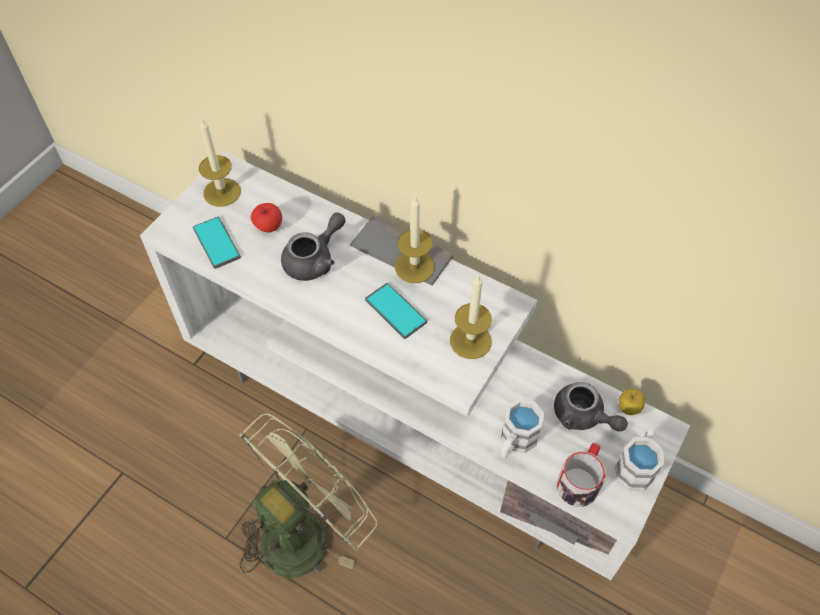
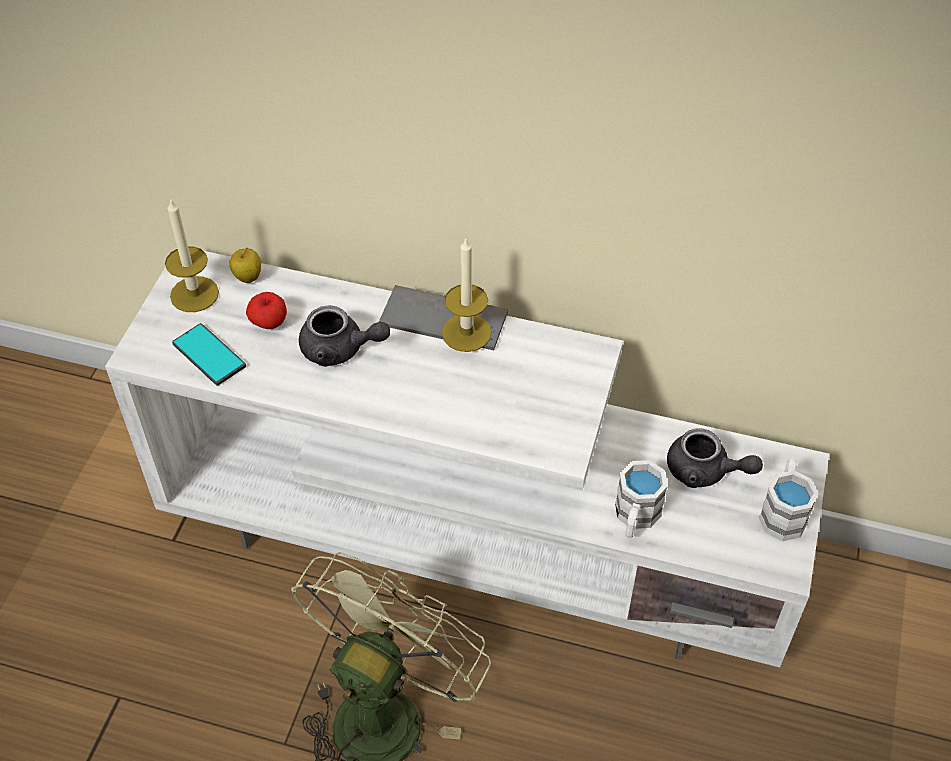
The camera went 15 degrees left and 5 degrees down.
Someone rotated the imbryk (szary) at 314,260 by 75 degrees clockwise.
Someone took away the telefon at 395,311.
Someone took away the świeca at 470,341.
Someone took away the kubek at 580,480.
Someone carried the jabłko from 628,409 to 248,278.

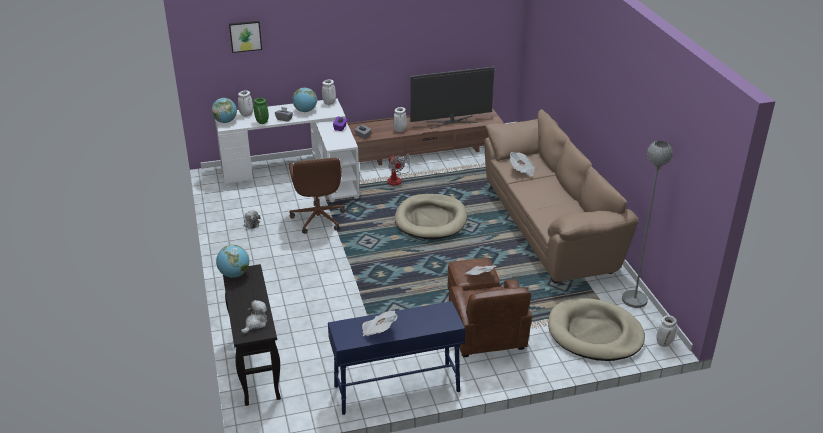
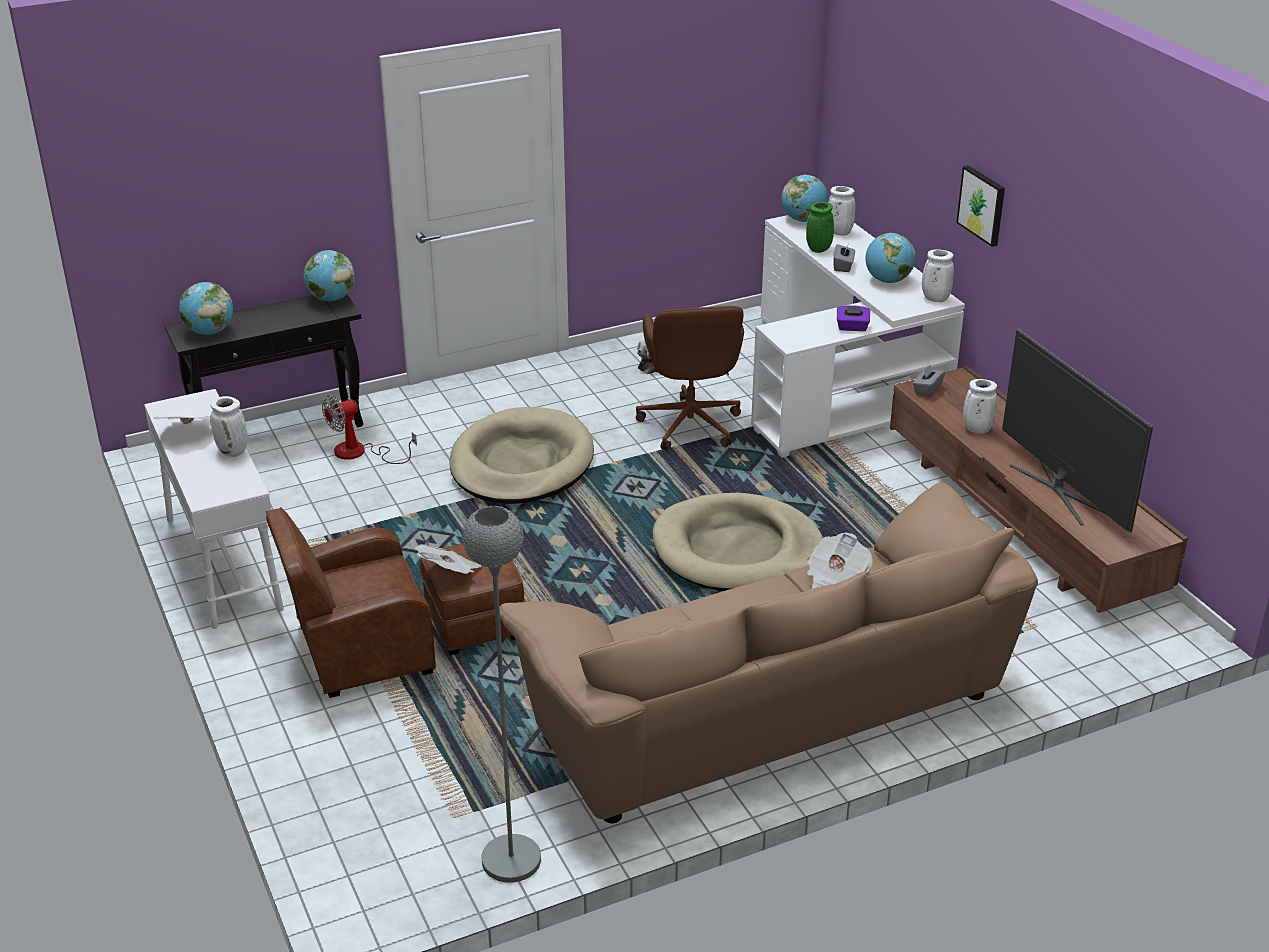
The camera went 80 degrees right and 0 degrees up.
Someone carried the obraz from 245,36 to 982,205.
Someone swapped the pluszak at 255,323 for the globus at 209,332.
Someone rotated the krzesło biurowe (brązowy) at 318,219 by 75 degrees counterclockwise.
Someone repainted the stolik konsolowy (niebieski) at 396,388, which became the stolik konsolowy (biały) at 225,563.
Someone carried the wentylator from 397,179 to 360,453.
Someone carried the legowisko (beżowy) from 594,333 to 521,463.
Someone carried the wazon (biały) from 664,343 to 233,452.

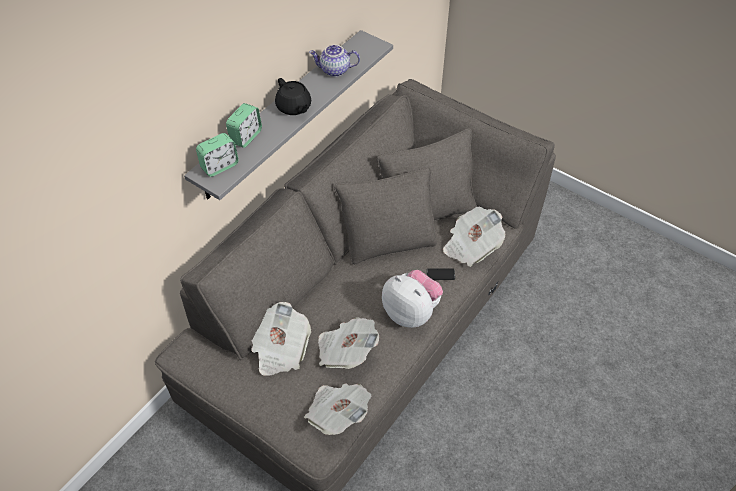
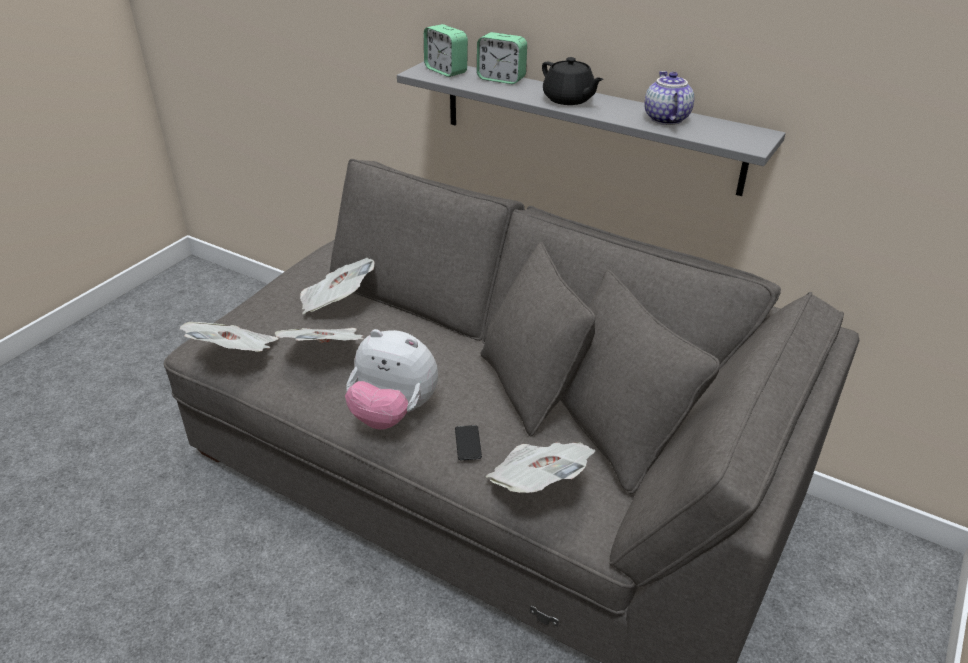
The camera went 85 degrees right and 15 degrees down.
Someone rotated the imbryk (czarny) at 294,107 by 90 degrees counterclockwise.
Someone rotated the pluszak at 411,312 by 75 degrees clockwise.

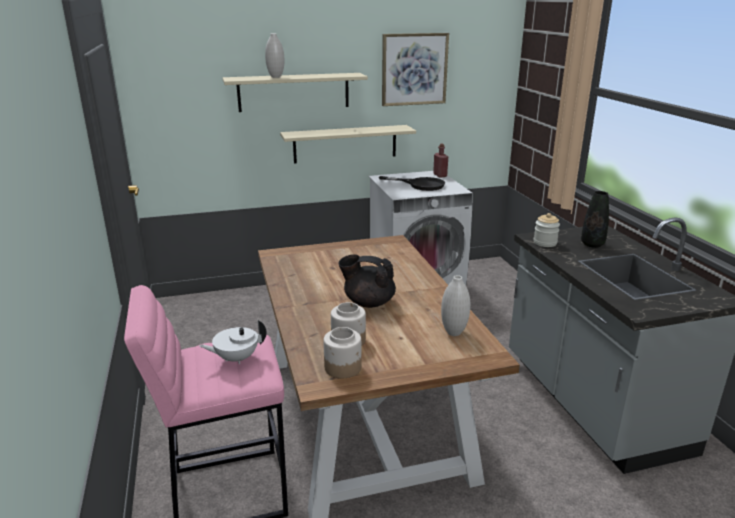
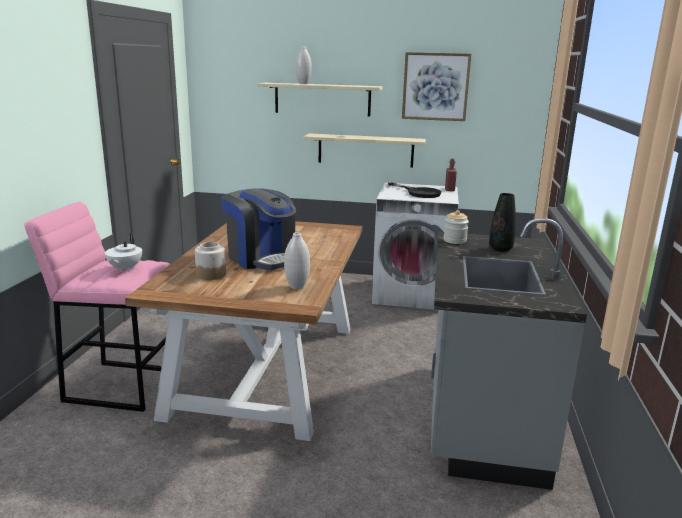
The camera went 25 degrees right and 5 degrees down.
Someone rotated the imbryk (biały) at 236,358 by 90 degrees counterclockwise.
Someone took away the słoik at 343,367.
Someone swapped the imbryk (czarny) at 368,302 for the ekspres do kawy at 262,258.

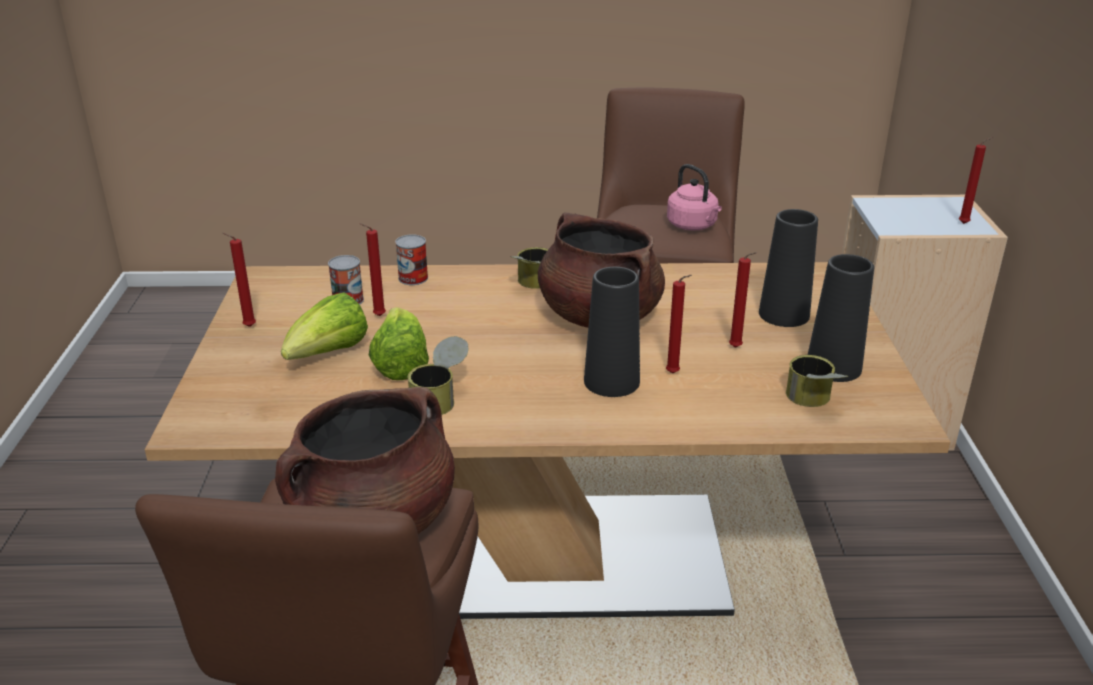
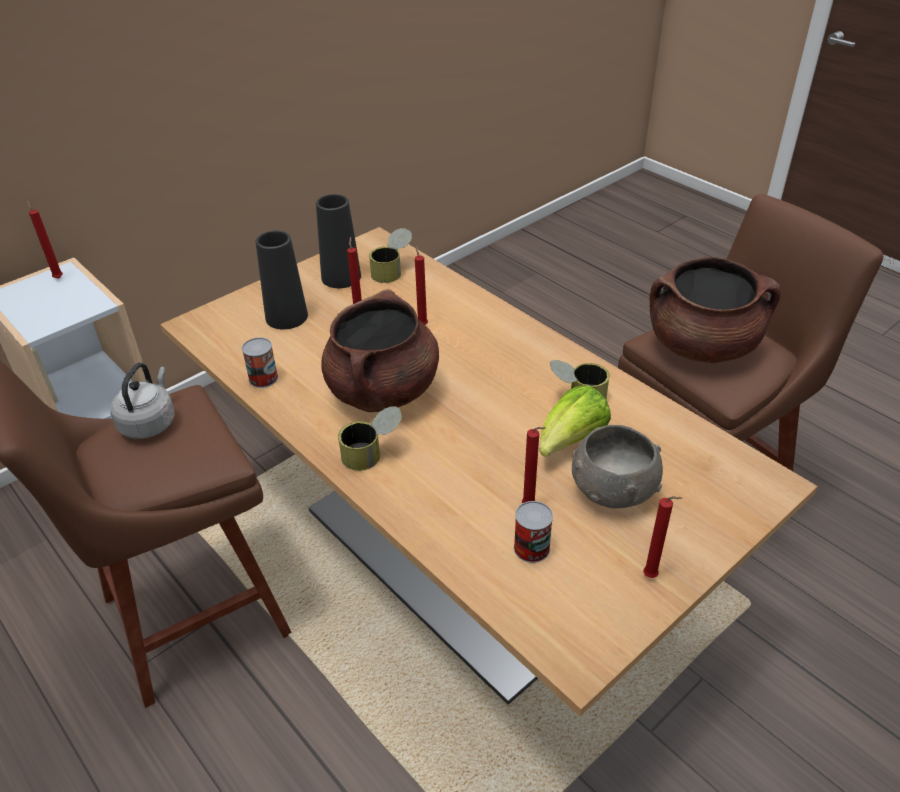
The camera went 130 degrees left and 10 degrees up.
Someone swapped the sałata at 329,354 for the miska (szary) at 612,489.
Someone carried the puszka from 413,278 to 263,378.
Someone took away the wazon (czarny) at 611,381.
Someone repainted the czajnik (różowy) at 693,226, which became the czajnik (szary) at 149,422.

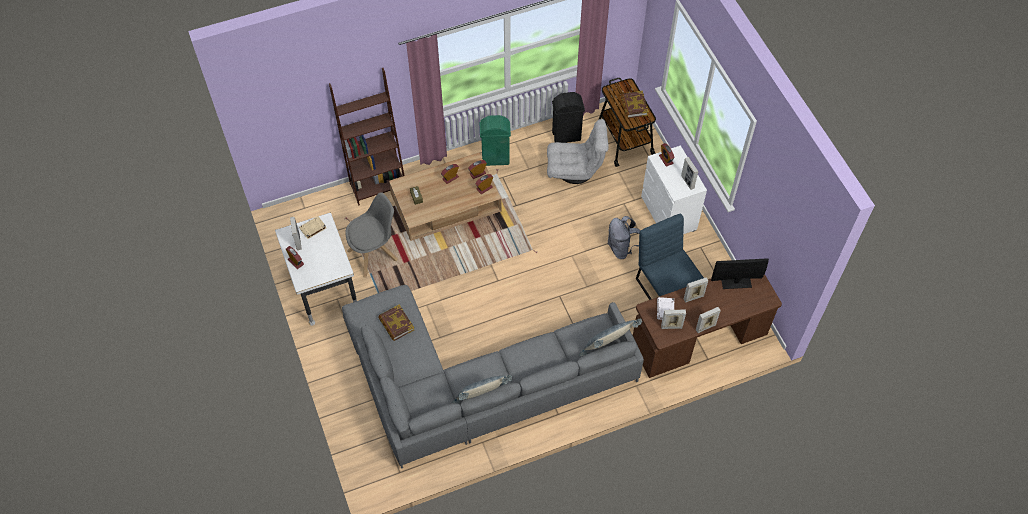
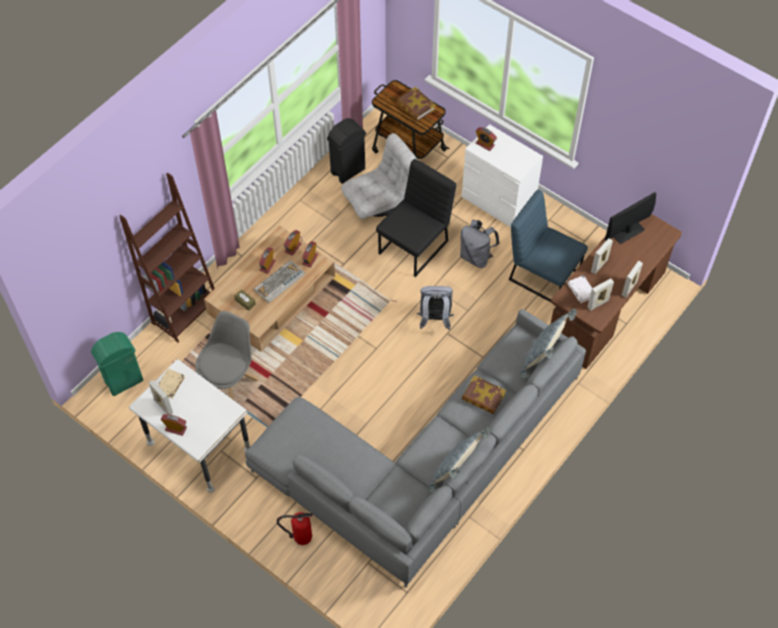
The camera went 30 degrees left and 0 degrees up.
Someone carried the książka from 396,324 to 483,397.
Someone carried the kosz na śmieci (zielony) from 495,159 to 123,381.
Someone took away the ramka na zdjęcie at 687,182.
Someone put down the klawiatura at 279,282.
Someone put down the gaśnica at 300,536.
Someone put down the krzesło (czarny) at 415,246.
Someone put down the plecak (szary) at 434,320.

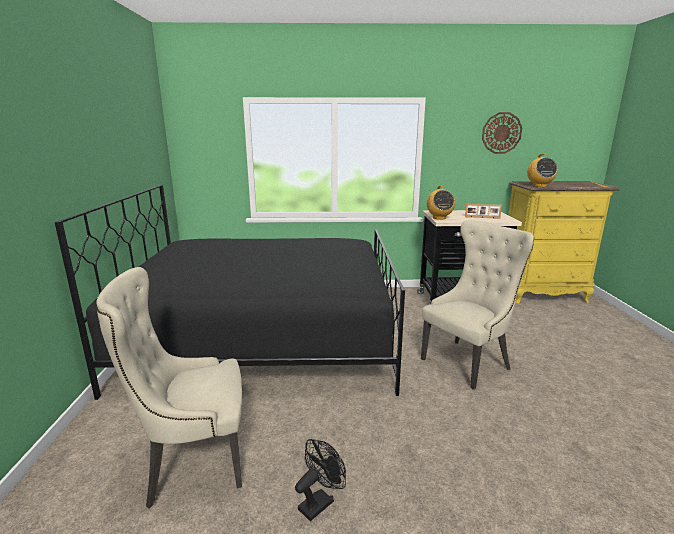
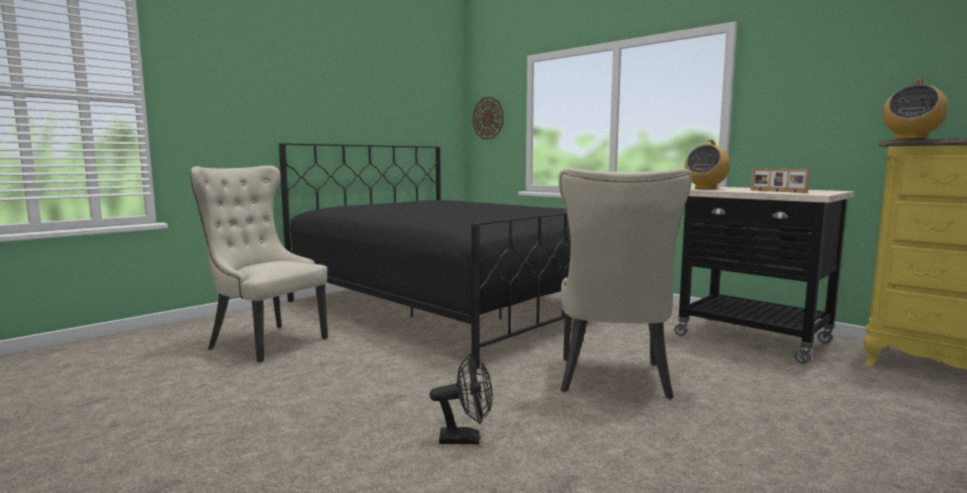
The camera went 45 degrees right and 10 degrees down.
Someone carried the wentylator (czarny) from 320,502 to 466,438.
Someone rotated the krzesło (beżowy) at 466,363 by 90 degrees clockwise.
Someone carried the zegar ścienny from 501,133 to 488,118.

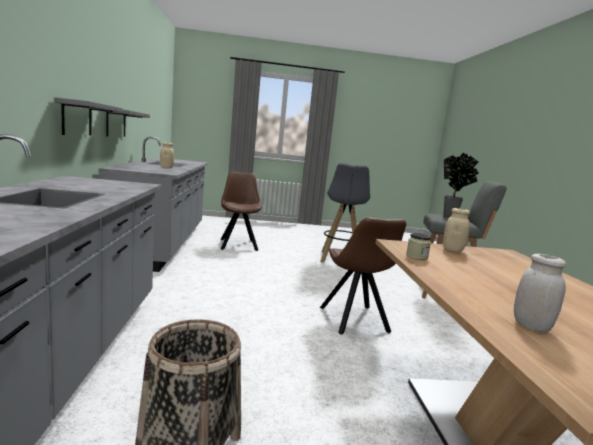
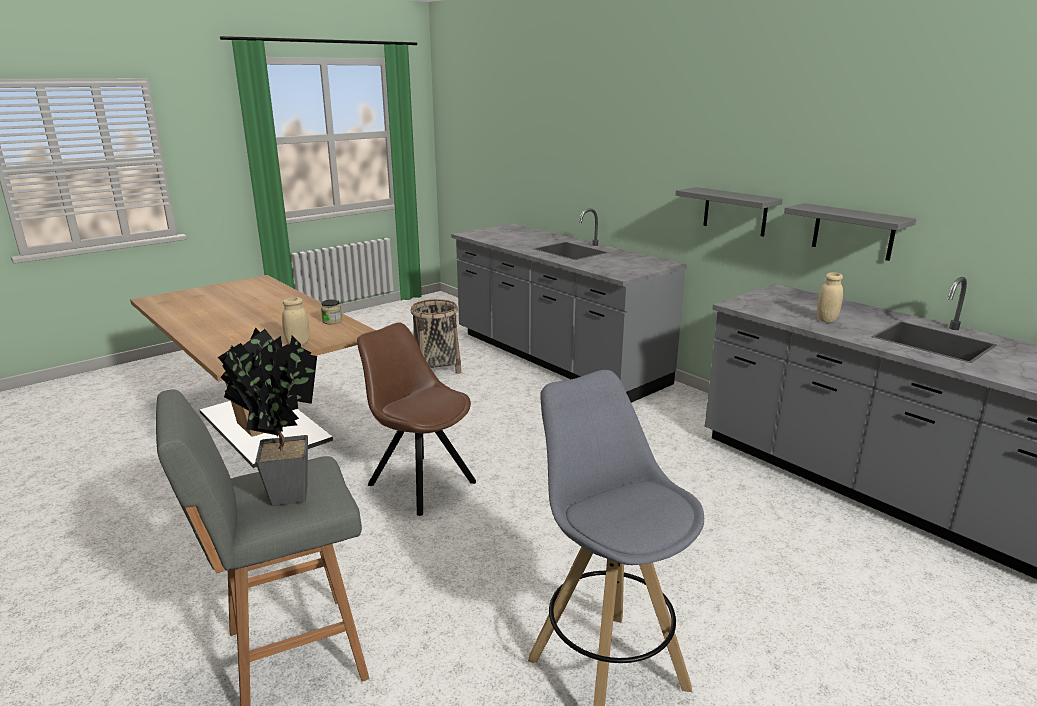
The camera went 145 degrees right and 10 degrees up.
Someone took away the krzesło (brązowy) at 238,244.
Someone took away the słoik (biały) at 531,326.

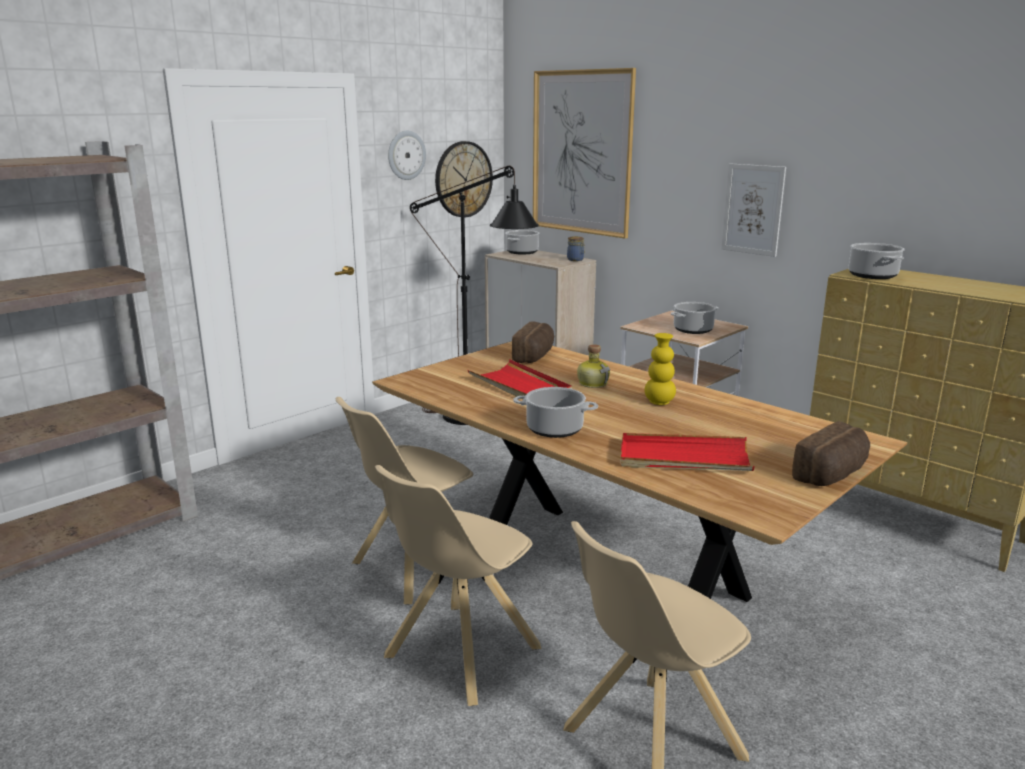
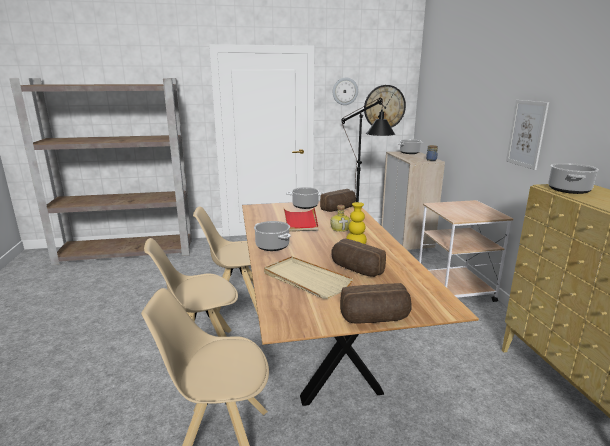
The camera went 35 degrees right and 0 degrees up.
Someone took away the obraz at 581,153.
Someone repainted the taca (czerwony) at 684,458, which became the taca (beżowy) at 305,280.
Someone carried the garnek from 693,330 to 305,206.
Someone put down the chleb at 355,269.

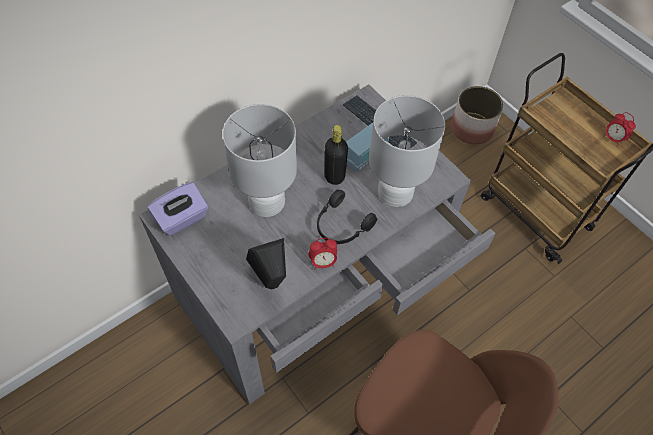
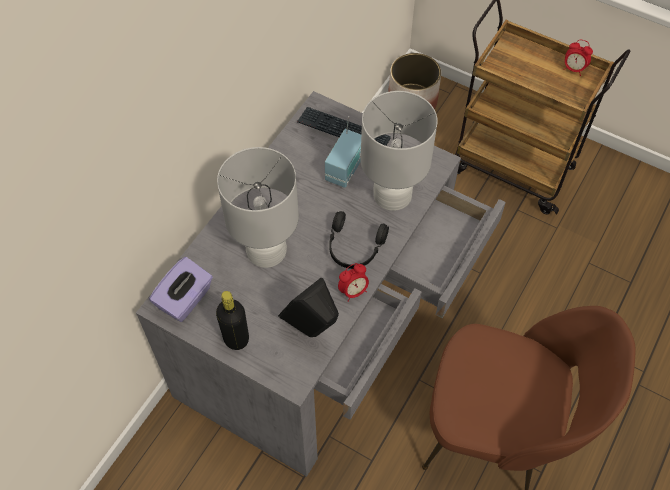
The camera went 20 degrees left and 0 degrees up.
Someone carried the butelka (czarny) from 334,176 to 236,338.

